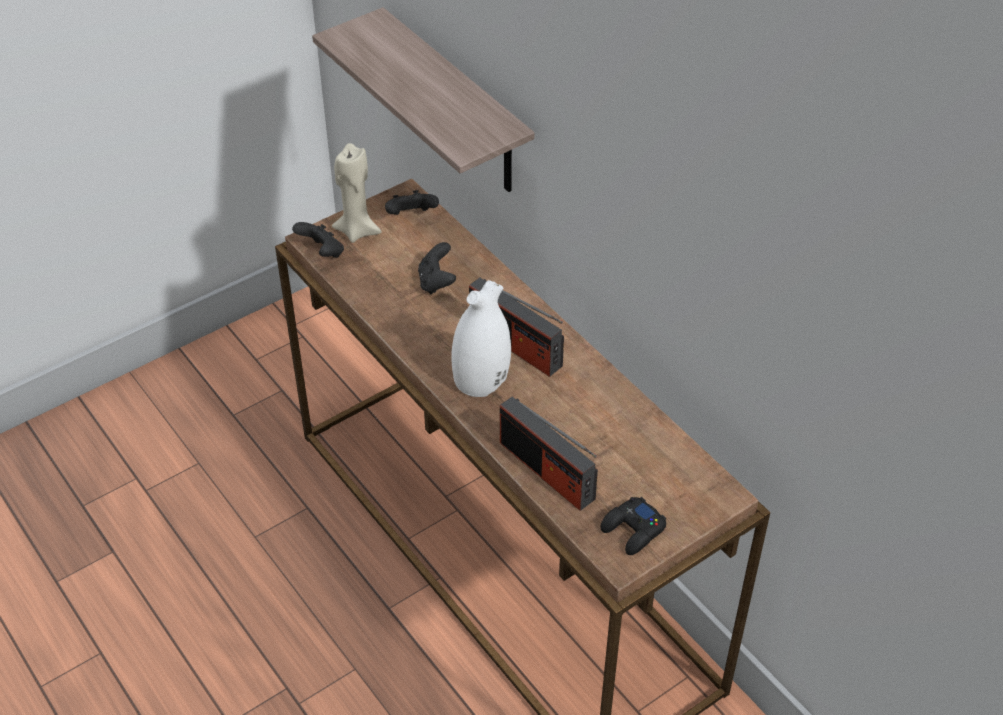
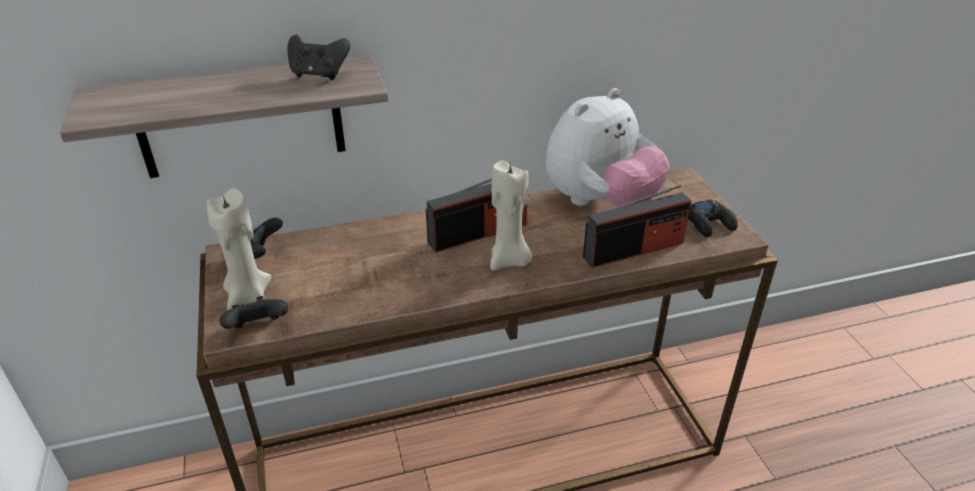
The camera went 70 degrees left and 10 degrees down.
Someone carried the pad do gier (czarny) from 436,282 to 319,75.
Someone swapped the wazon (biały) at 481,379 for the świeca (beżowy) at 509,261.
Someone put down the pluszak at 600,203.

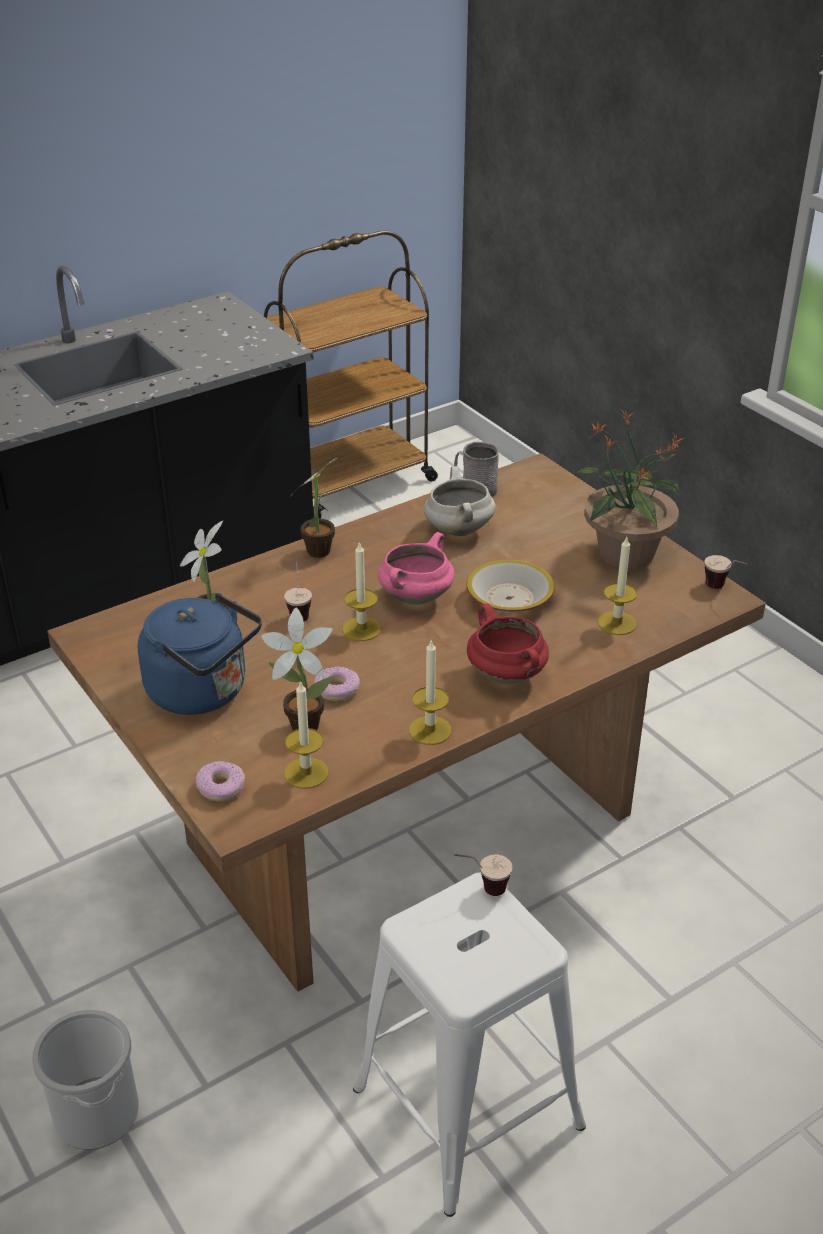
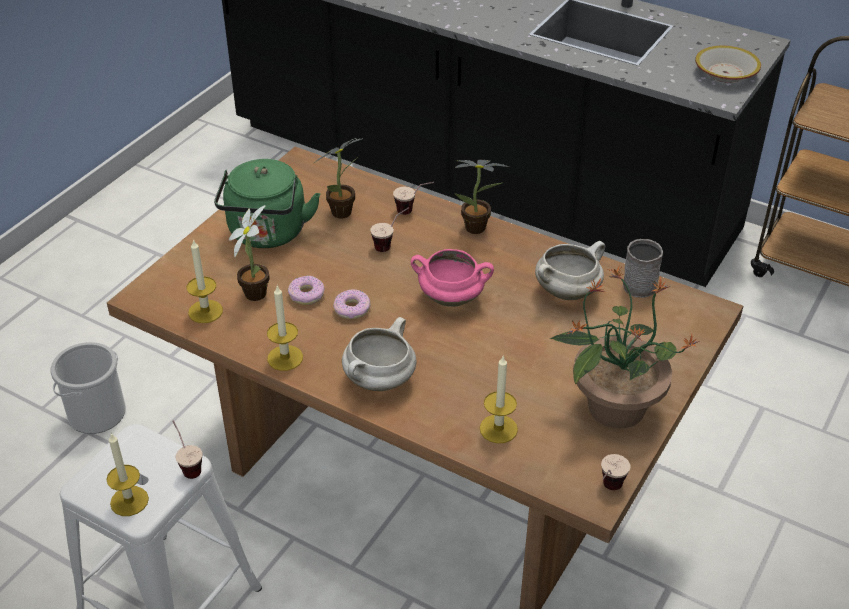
The camera went 65 degrees right and 5 degrees up.
Someone repainted the czajnik (niebieski) at 203,692, which became the czajnik (zielony) at 267,234.
Someone carried the donut from 221,787 to 352,309.
Someone carried the świeca from 361,629 to 129,501.
Someone carried the miska from 509,599 to 725,73.
Someone repainted the garnek (czerwony) at 508,675, which became the garnek (biały) at 379,381.
Someone put down the filiżanka at 413,211.

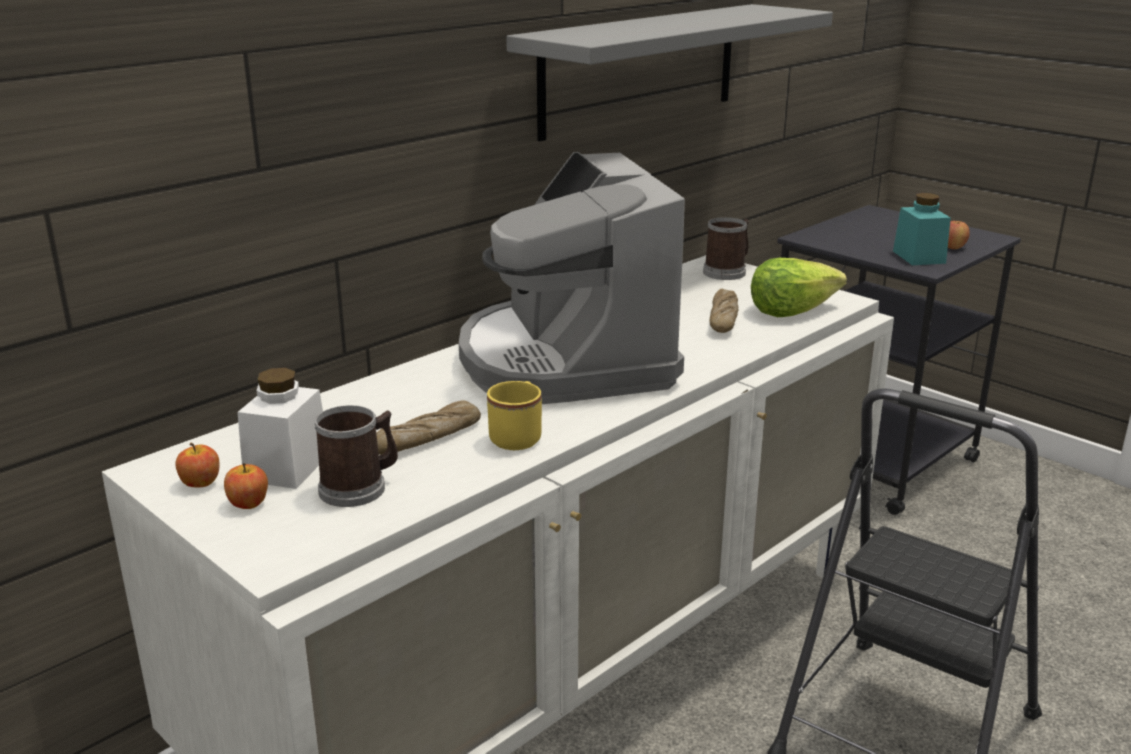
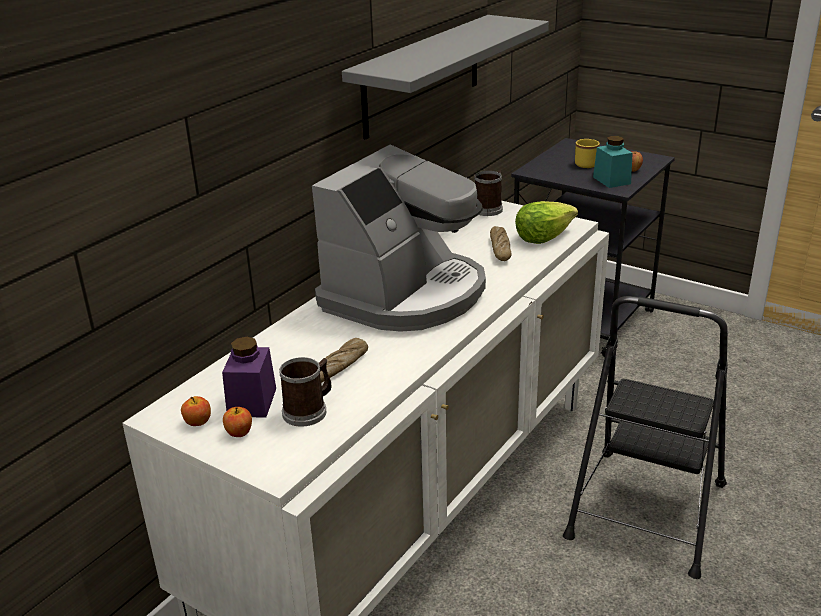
The camera went 10 degrees left and 5 degrees up.
Someone repainted the słoik (biały) at 287,467, which became the słoik (fioletowy) at 252,402.
Someone rotated the ekspres do kawy at 566,360 by 120 degrees counterclockwise.
Someone carried the kubek (żółty) from 518,436 to 585,163.

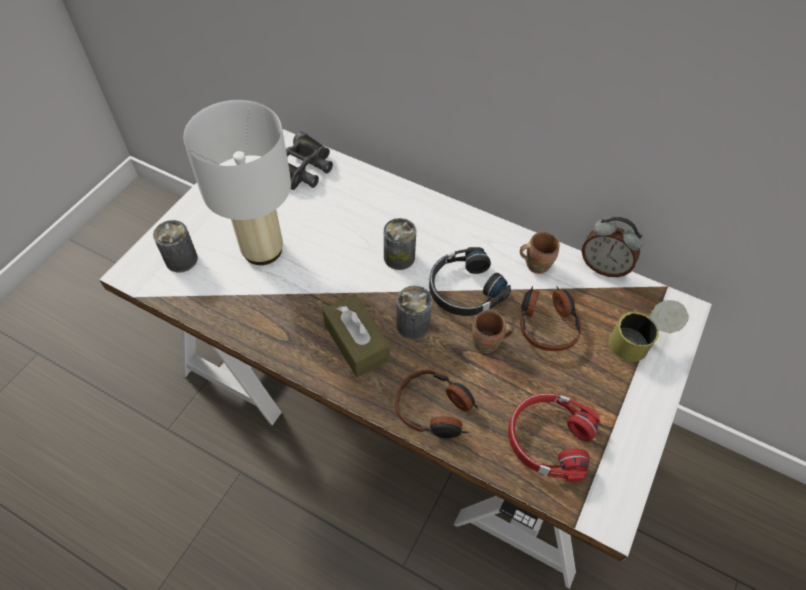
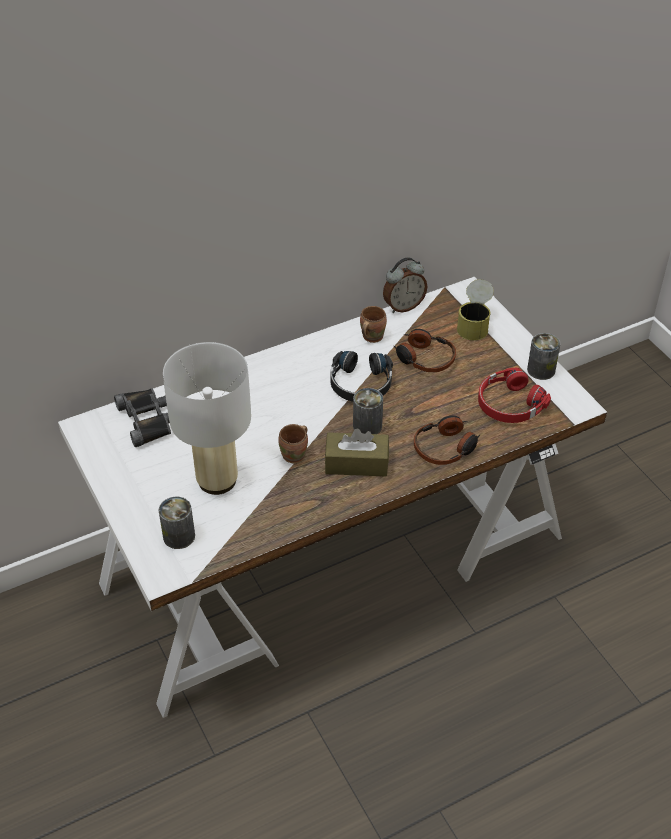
The camera went 55 degrees left and 10 degrees down.
Someone carried the puszka from 399,257 to 541,370.
Someone carried the kubek (brązowy) from 487,344 to 296,455.

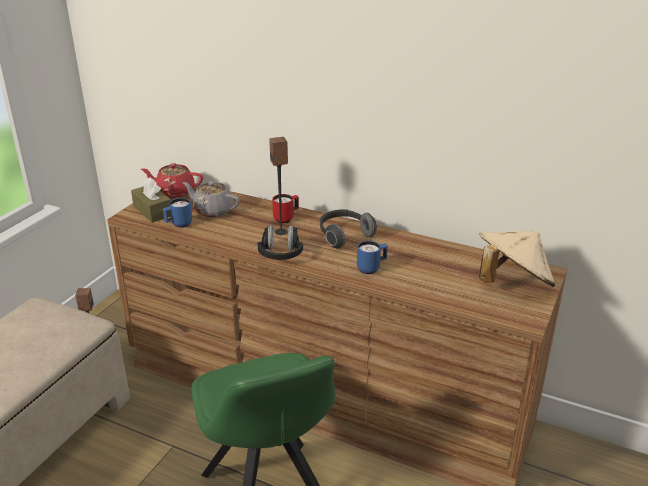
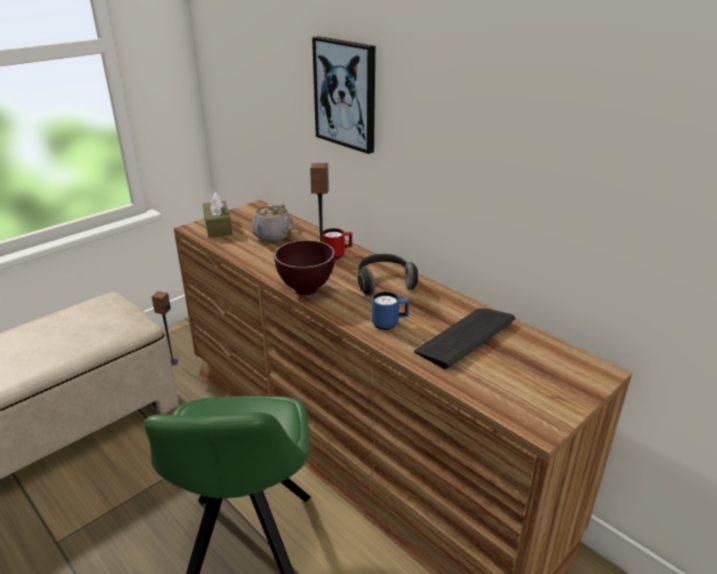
The camera went 20 degrees right and 0 degrees up.
Someone took away the imbryk (czerwony) at 174,191.
Someone took away the kubek (niebieski) at 178,225.
Someone rotated the imbryk (szary) at 213,211 by 120 degrees counterclockwise.
Someone swapped the słuchawki (czarny) at 281,255 for the miska (brązowy) at 304,291.
Someone took away the kapelusz (beżowy) at 512,282.
Someone put up the obraz at 346,94.
Someone put down the klawiatura at 465,337.

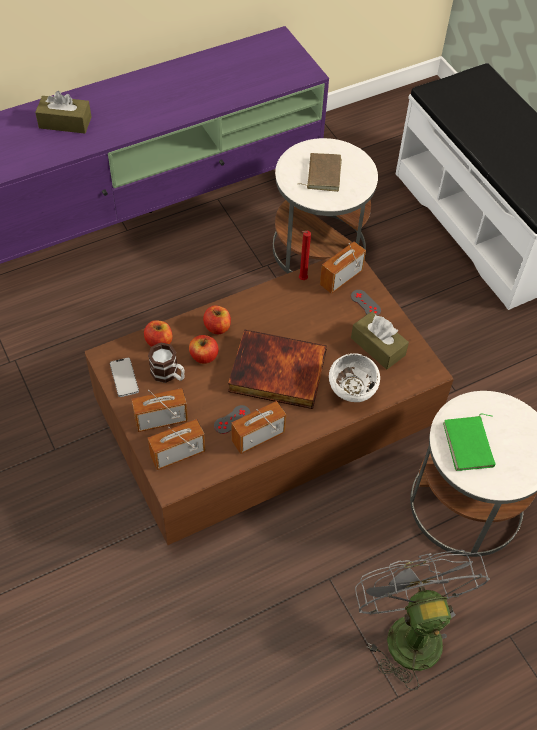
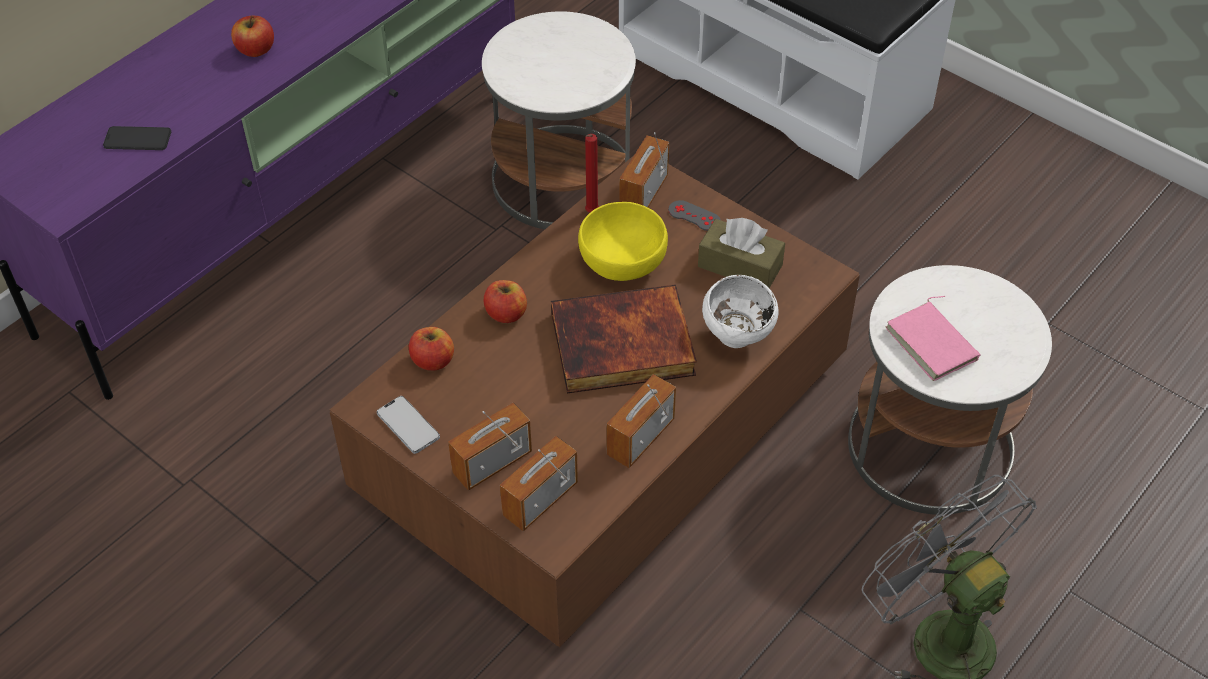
The camera went 20 degrees left and 5 degrees down.
Someone took away the pudełko chusteczek (brązowy) at 65,122.
Someone took away the kubek at 169,374.
Someone carried the jabłko from 204,356 to 256,50.
Someone took away the pad do gier (szary) at 232,419.
Someone took away the książka (brązowy) at 322,174.
Someone repainted the książka (zielony) at 470,445, which became the książka (różowy) at 934,343.
Someone put down the telefon at 137,139.
Someone put down the miska (żółty) at 621,260.

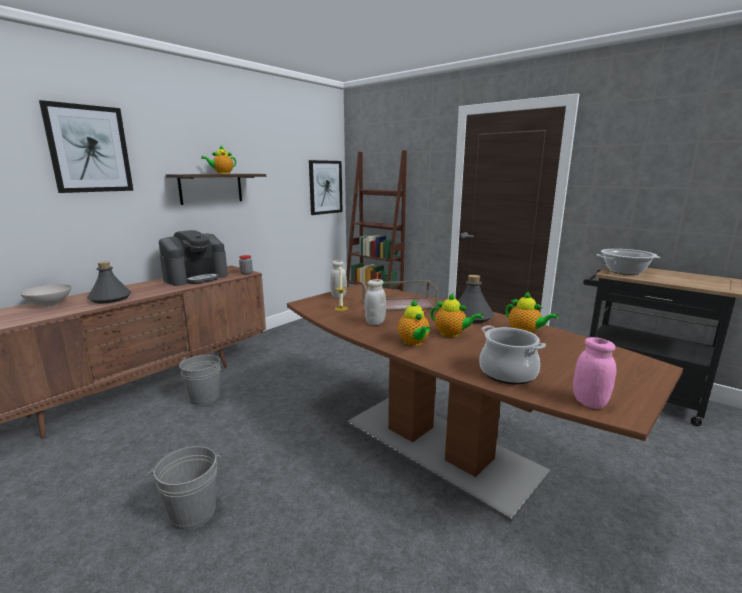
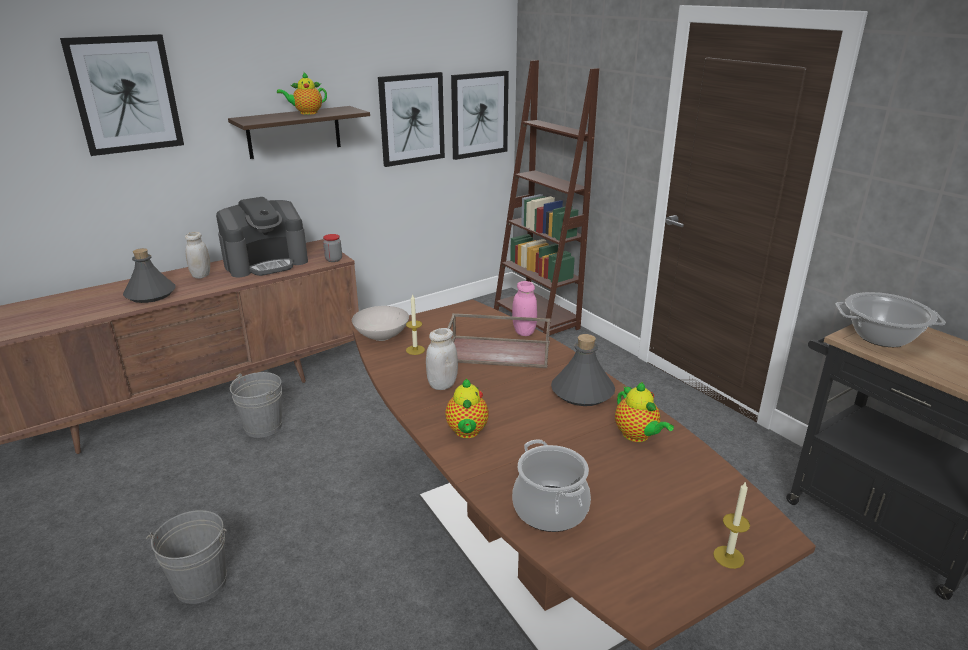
The camera went 15 degrees right and 10 degrees up.
Someone carried the miska (biały) from 50,304 to 382,337.
Someone carried the słoik (biały) from 338,296 to 201,275.
Someone took away the imbryk at 452,334.
Someone carried the słoik (różowy) from 589,402 to 524,332.
Someone put up the obraz at 411,119.
Someone put down the świeca at 728,557.

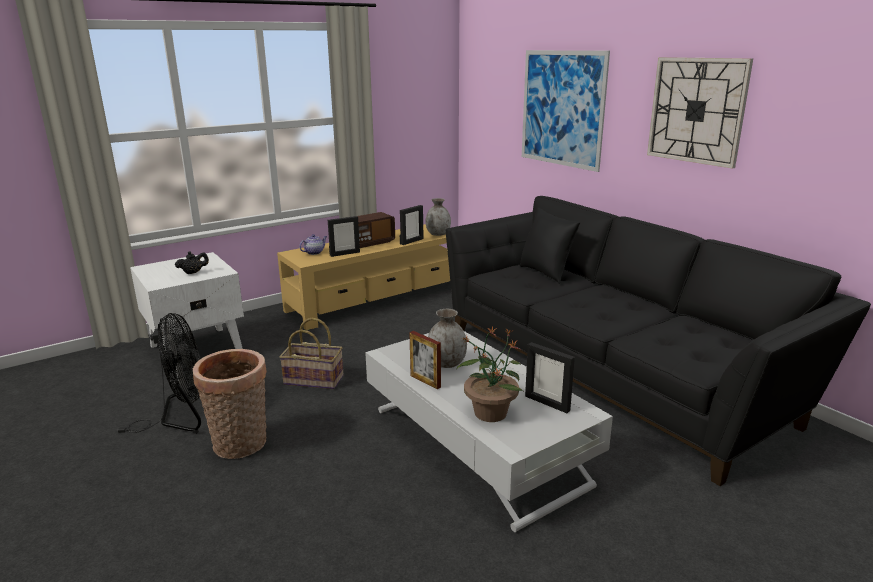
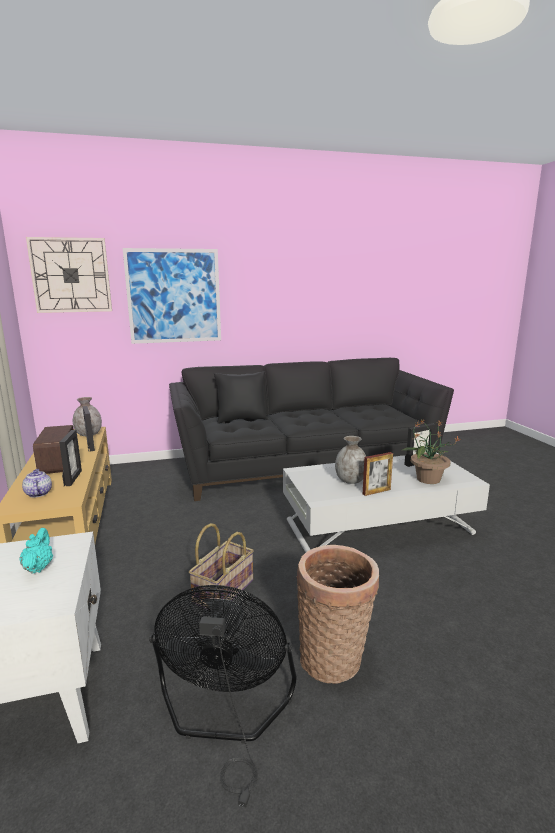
The camera went 70 degrees left and 5 degrees down.
Someone repainted the imbryk (czarny) at 193,272, which became the imbryk (turkusowy) at 38,567.
Someone carried the zegar ścienny from 696,110 to 71,275.

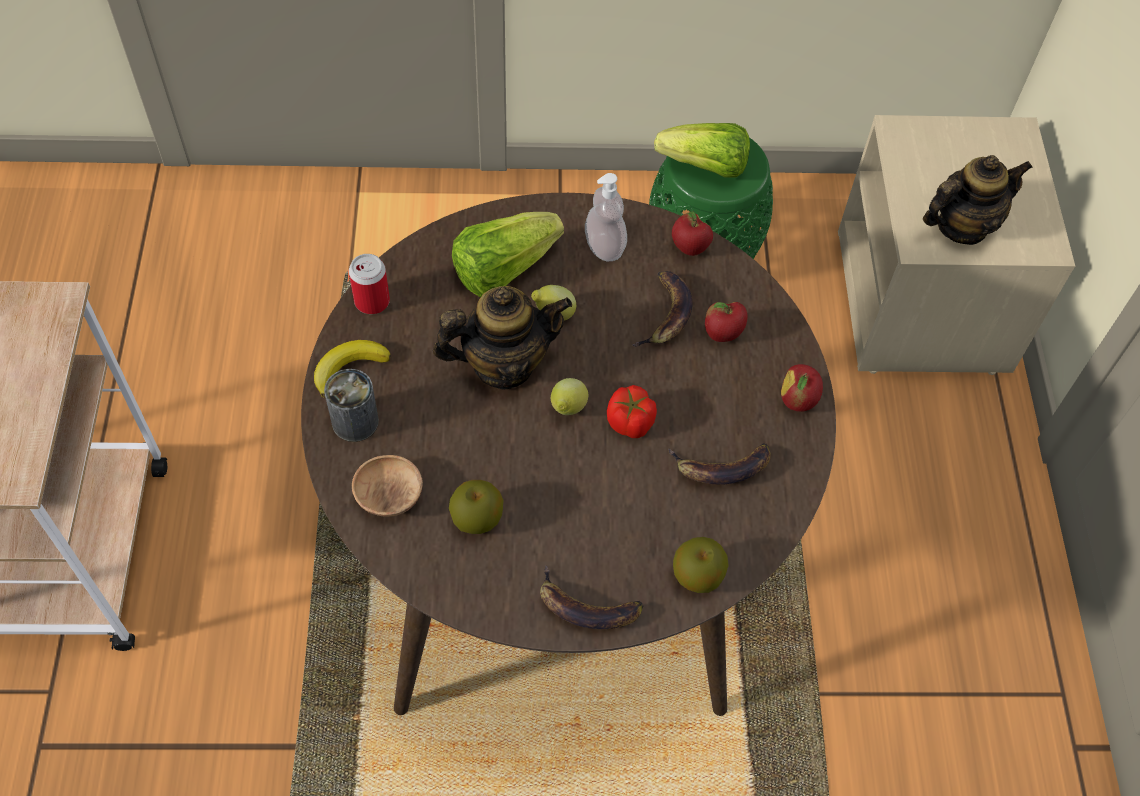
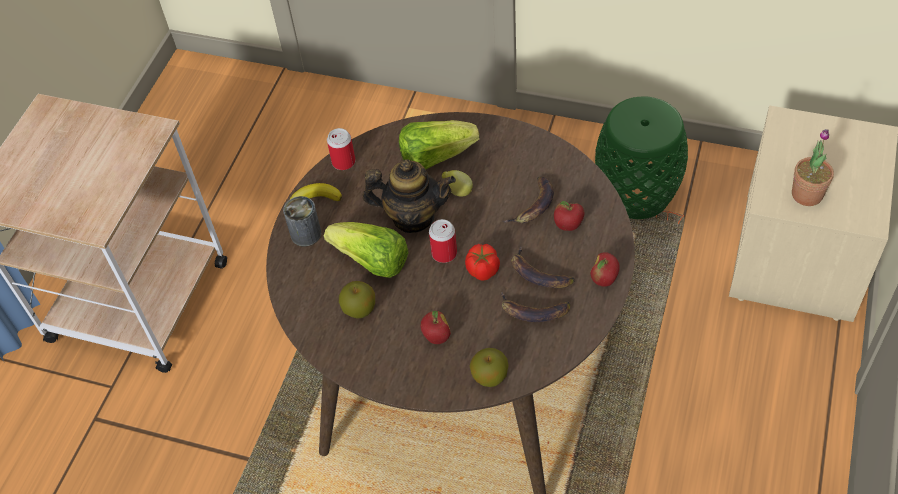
The camera went 25 degrees right and 5 degrees down.
Someone took away the miska (brązowy) at 389,495.
Someone carried the banan from 586,607 to 538,274.
Someone swapped the cytryna at 567,409 for the puszka at 444,253.
Someone took away the dozownik mydła at 604,246.
Someone carried the sałata from 705,167 to 371,262.
Someone carried the jabłko from 689,248 to 436,337.
Someone swapped the imbryk at 961,226 for the roślina doniczkowa at 807,194.

